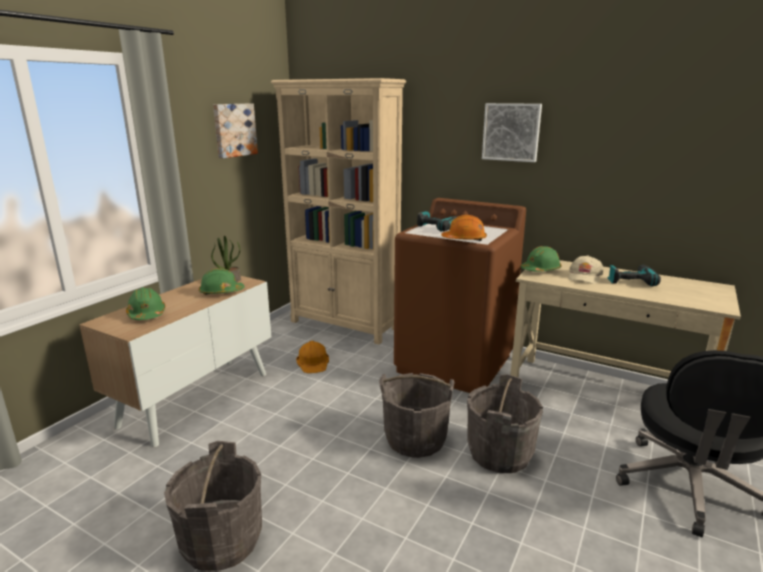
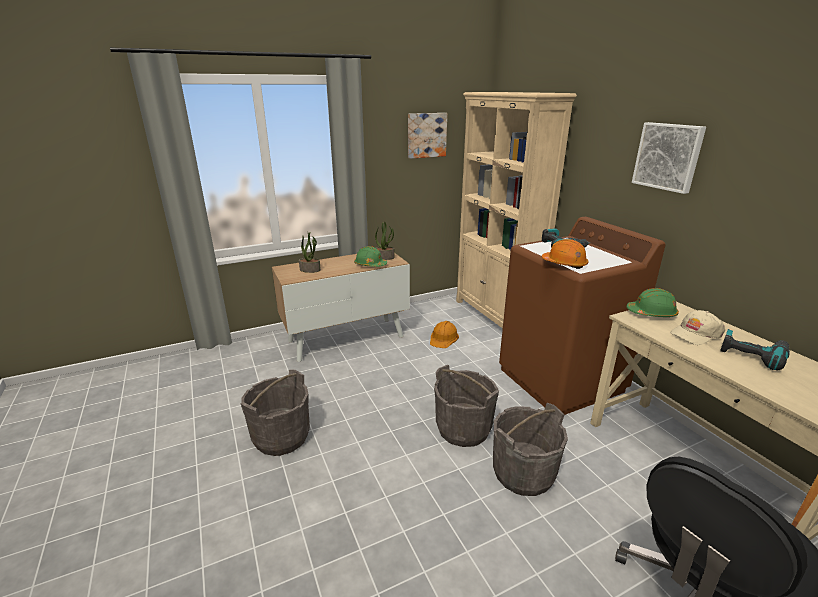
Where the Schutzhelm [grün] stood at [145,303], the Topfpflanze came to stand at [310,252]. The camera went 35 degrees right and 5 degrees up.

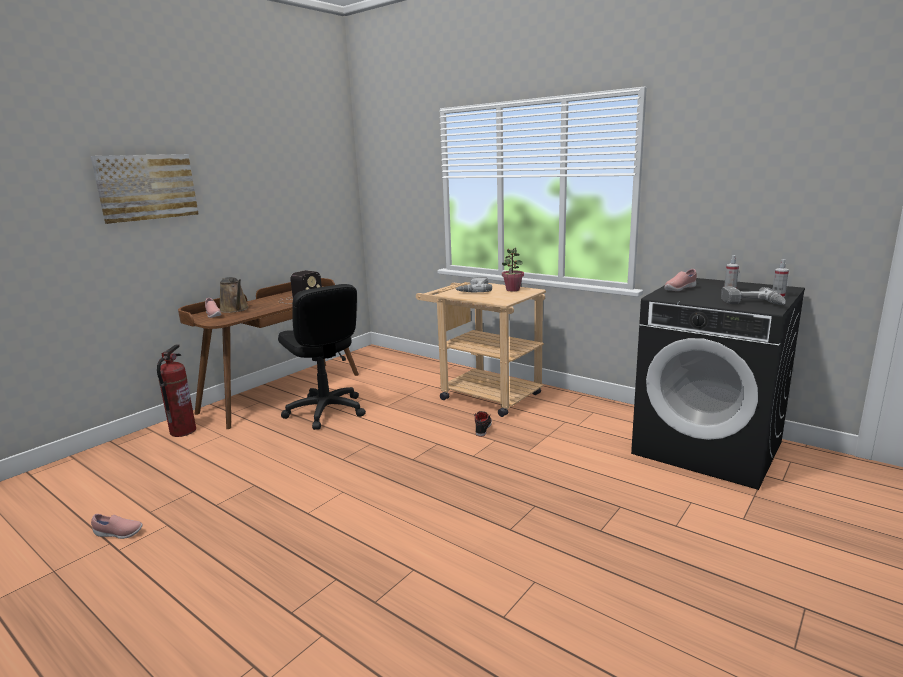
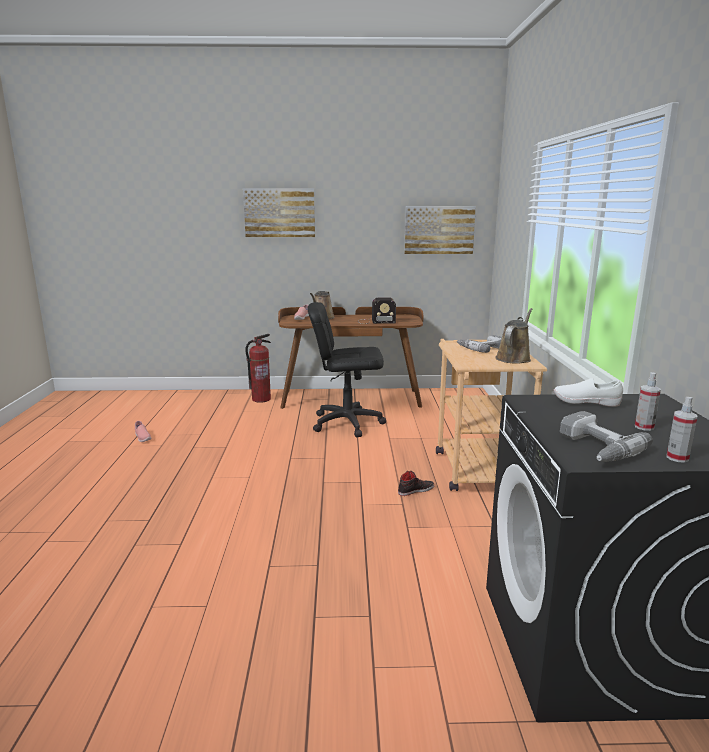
Where the Topfpflanze stood at [513,269], the Gießkanne [braun] came to stand at [514,336]. What was the Schuh [rosa] at [680,280] turned into the Schuh [weiß] at [588,392]. The Bürostuhl [schwarz] at [322,357] ended up facing another way, 75 degrees clockwise from before. The second view gained the Bild at [440,230]. The camera went 50 degrees right and 0 degrees up.

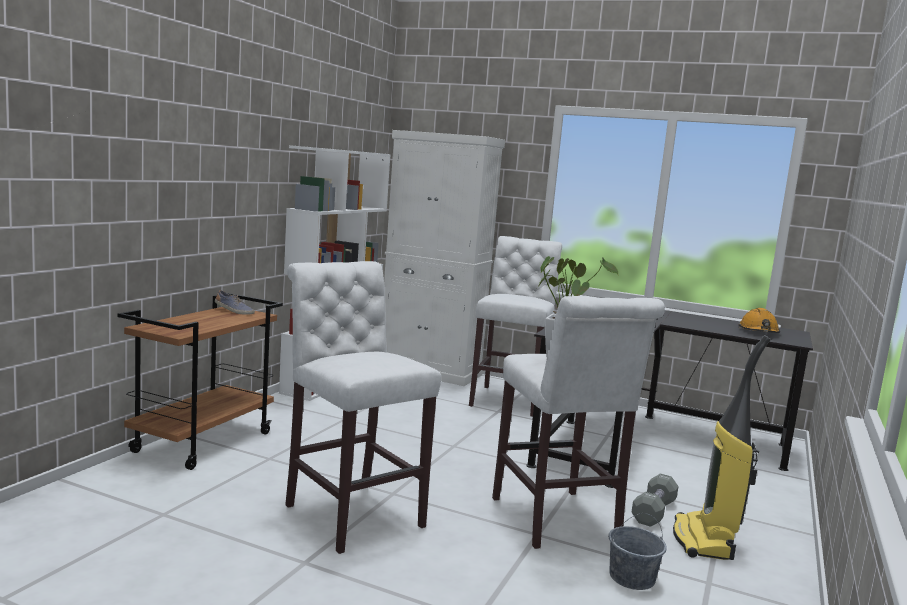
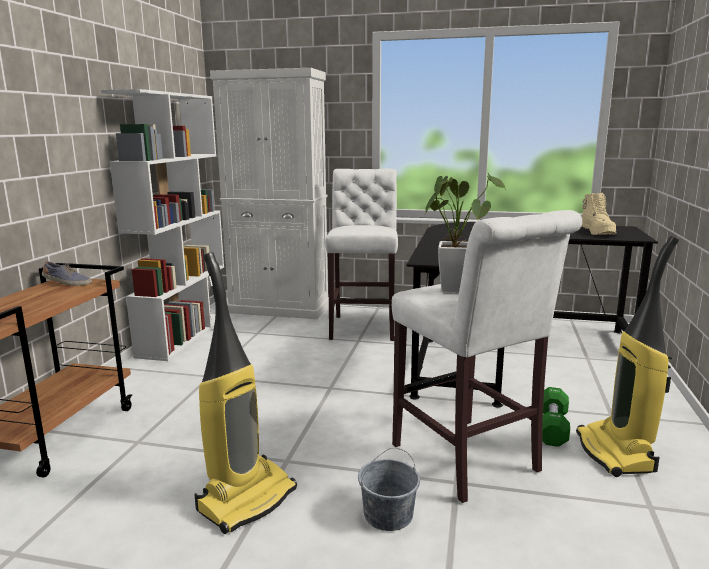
Where the Hocker [weiß] stood at [363,407], the Staubsauger came to stand at [245,393]. Where the Schutzhelm [orange] stood at [759,320], the Stiefel [beige] came to stand at [599,214]. What was the Hantel [grau] at [655,500] turned into the Hantel [grün] at [556,417]. The Eimer [grau] ended up elsewhere, having gone from [637,551] to [389,489]. The camera went 10 degrees left and 5 degrees up.

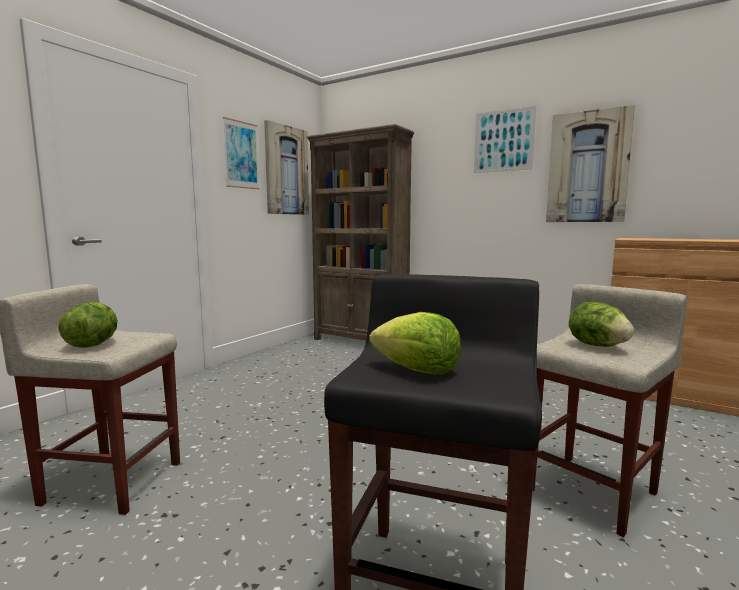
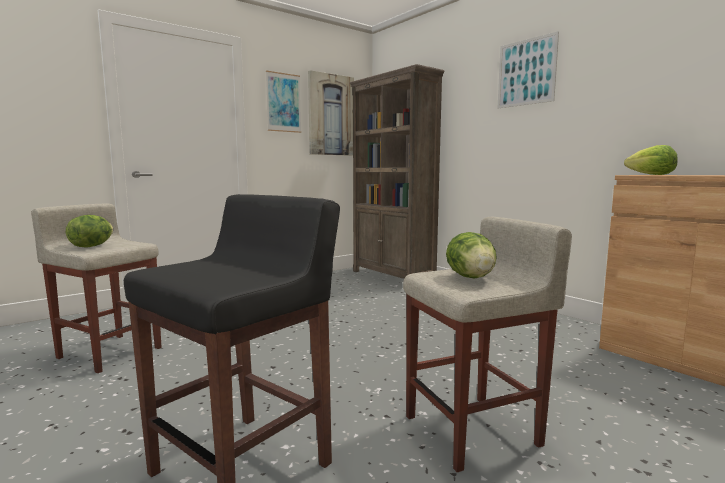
The second view lost the Bild at [590,163]. The Salatkopf ended up elsewhere, having gone from [414,343] to [651,160]. The camera went 20 degrees right and 0 degrees up.

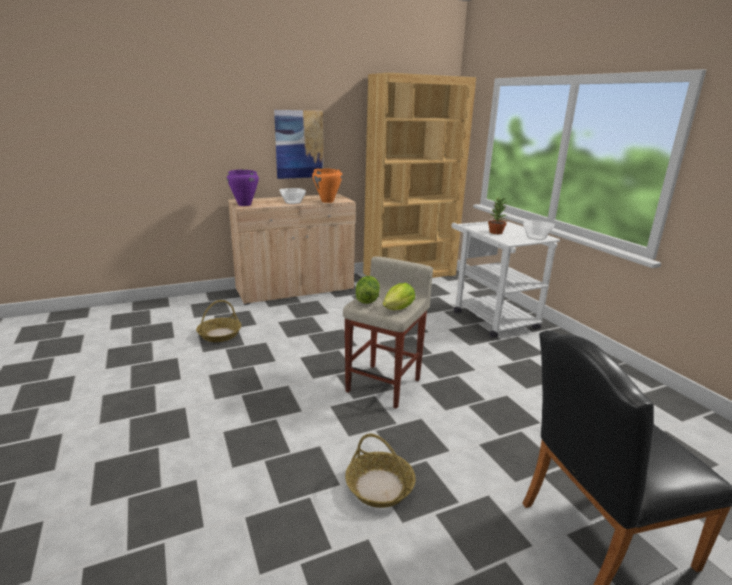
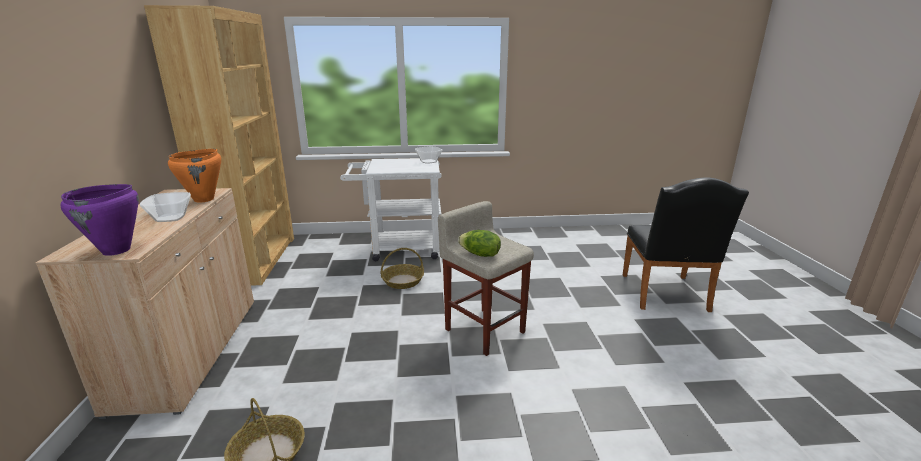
The second view lost the Bild at [298,144]. The second view lost the Topfpflanze at [498,215]. The second view lost the Salatkopf at [399,296]. The Korb ended up elsewhere, having gone from [380,471] to [402,268]. The camera went 70 degrees left and 0 degrees up.

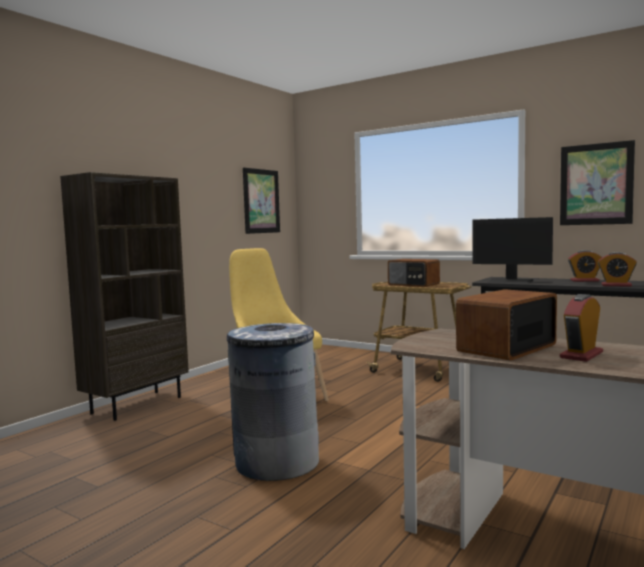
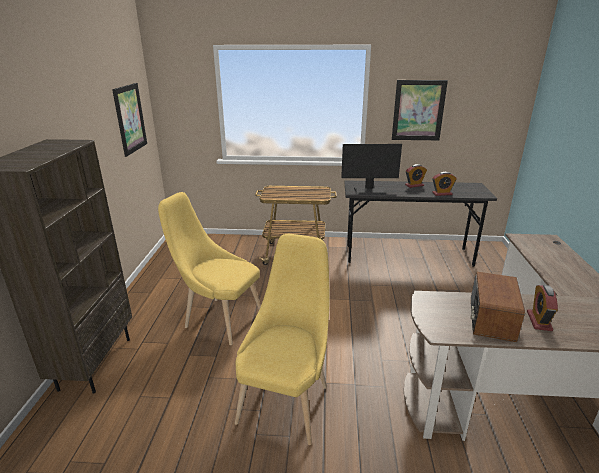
The second view lost the Radio at [414,273]. Where the Mülleimer [grau] stood at [273,402], the Stuhl [gelb] came to stand at [282,339]. The camera went 30 degrees left and 20 degrees up.

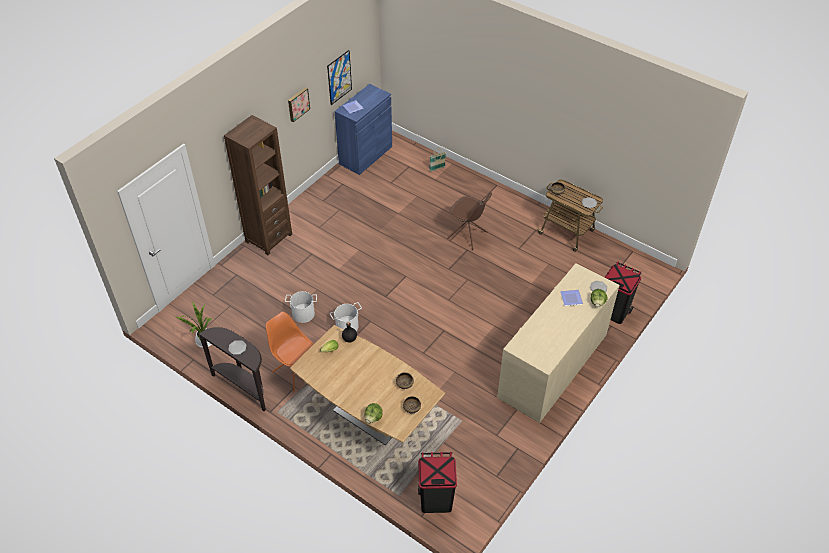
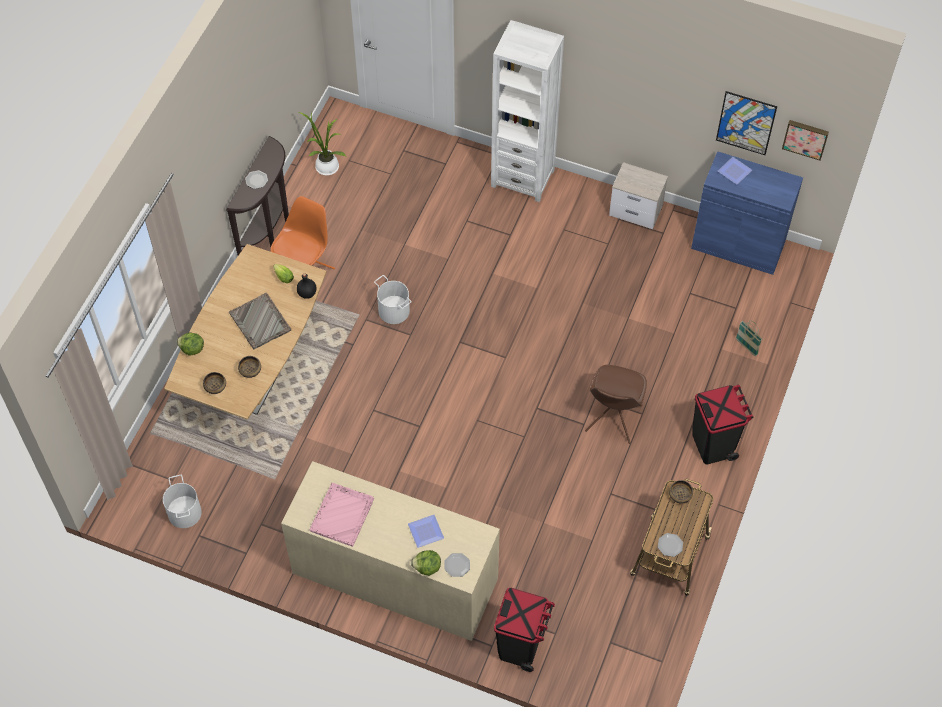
The Bild ended up elsewhere, having gone from [299,104] to [805,140]. What was the Bücherregal [braun] at [258,185] turned into the Bücherregal [weiß] at [527,111]. The Eimer [weiß] ended up elsewhere, having gone from [301,307] to [182,501]. The Mülleimer [schwarz] ended up elsewhere, having gone from [437,482] to [723,424]. The second view gained the Nachttisch at [638,195]. The second view gained the Tablett [grau] at [260,321]. The second view gained the Tablett [rosa] at [342,515]. The camera went 75 degrees right and 10 degrees up.

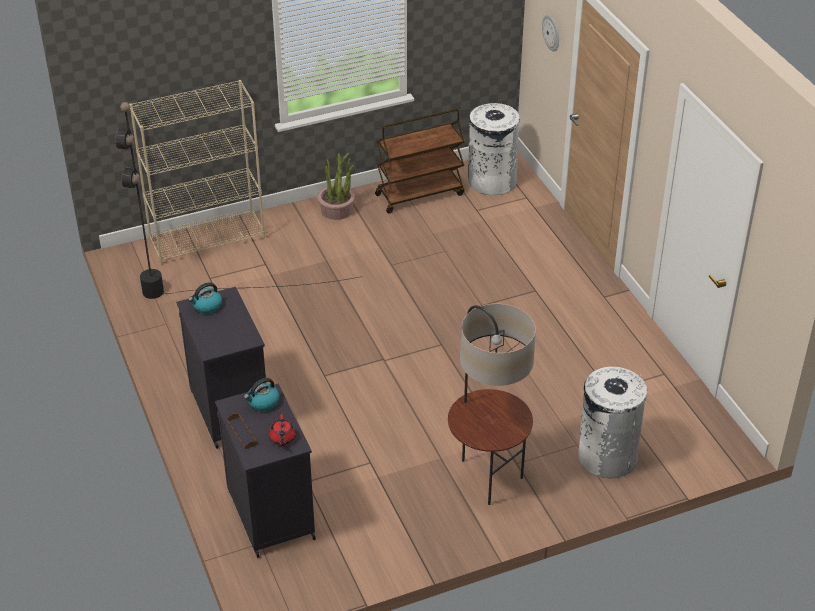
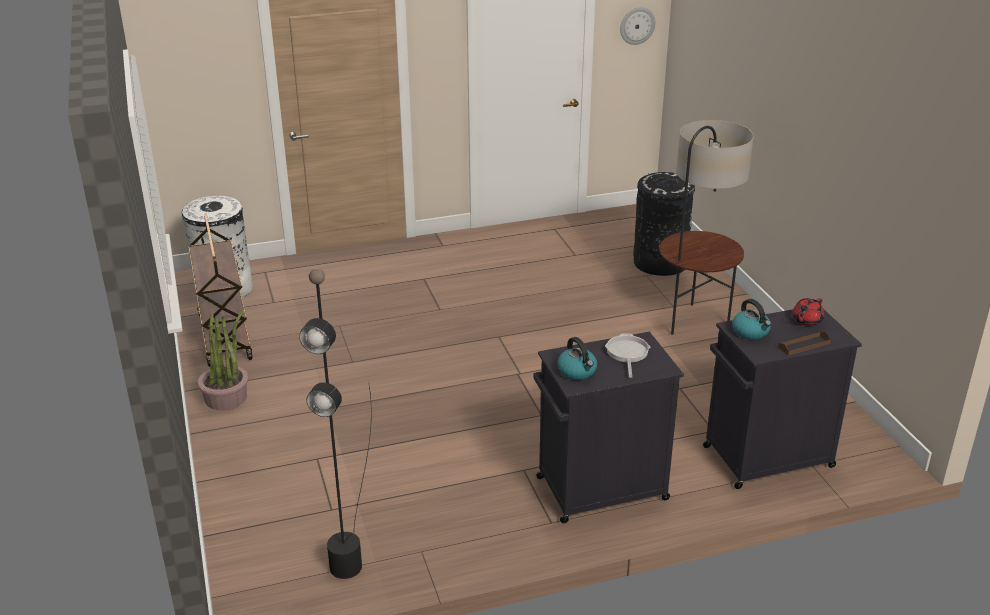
The Wanduhr ended up elsewhere, having gone from [550,33] to [637,26]. The second view lost the Bücherregal [beige] at [197,172]. What was the Mülleimer [weiß] at [612,422] turned into the Mülleimer [schwarz] at [664,224]. The Teekanne [rot] at [282,430] ended up facing another way, 135 degrees clockwise from before. The second view gained the Pfanne at [627,356]. The camera went 85 degrees left and 10 degrees down.

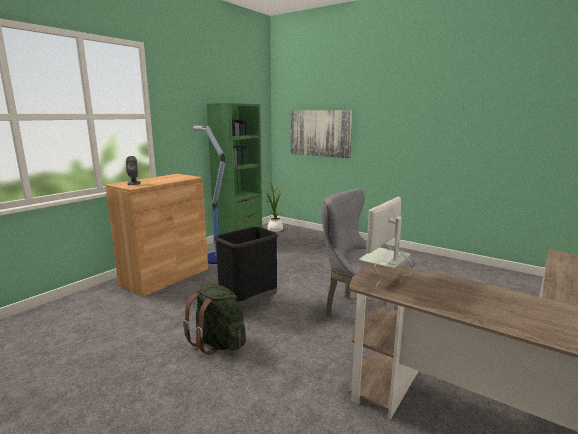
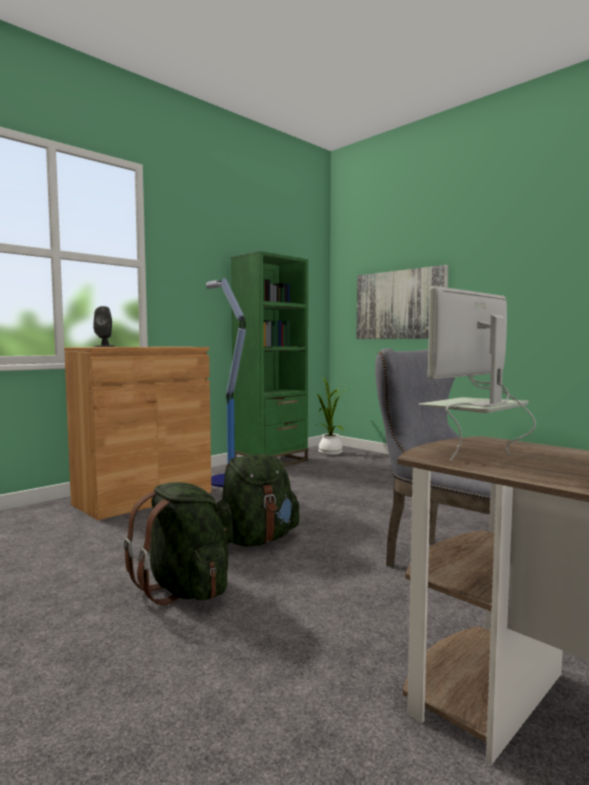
Where the Mülleimer [schwarz] stood at [246,267], the Rucksack [grün] came to stand at [258,500]. The camera went 10 degrees right and 10 degrees down.

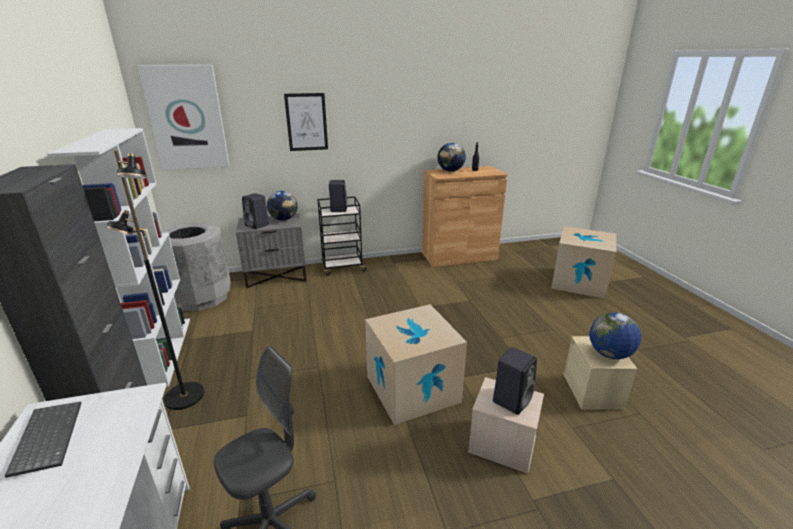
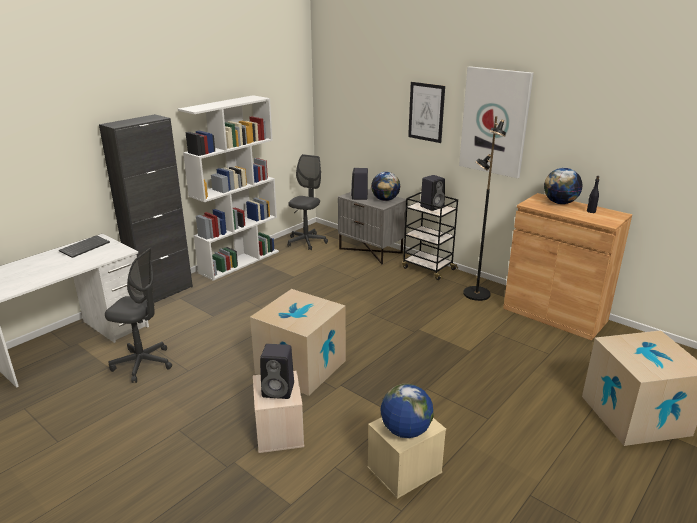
The Bild ended up elsewhere, having gone from [183,117] to [496,122]. The Stehlampe [schwarz] ended up elsewhere, having gone from [155,280] to [484,208]. Where the Mülleimer [grau] stood at [196,267], the Bürostuhl [grau] came to stand at [307,202]. The camera went 55 degrees right and 0 degrees up.

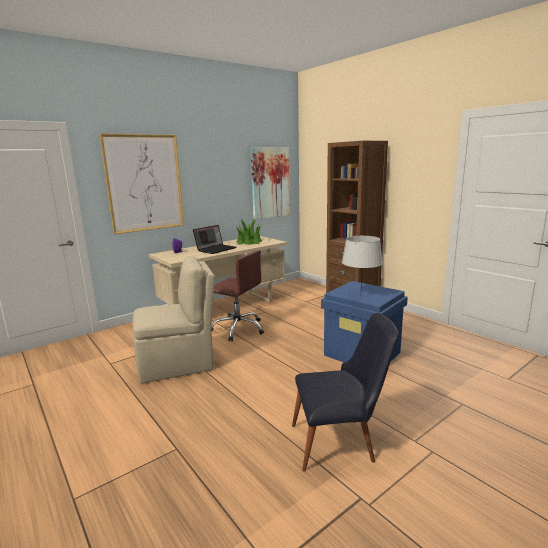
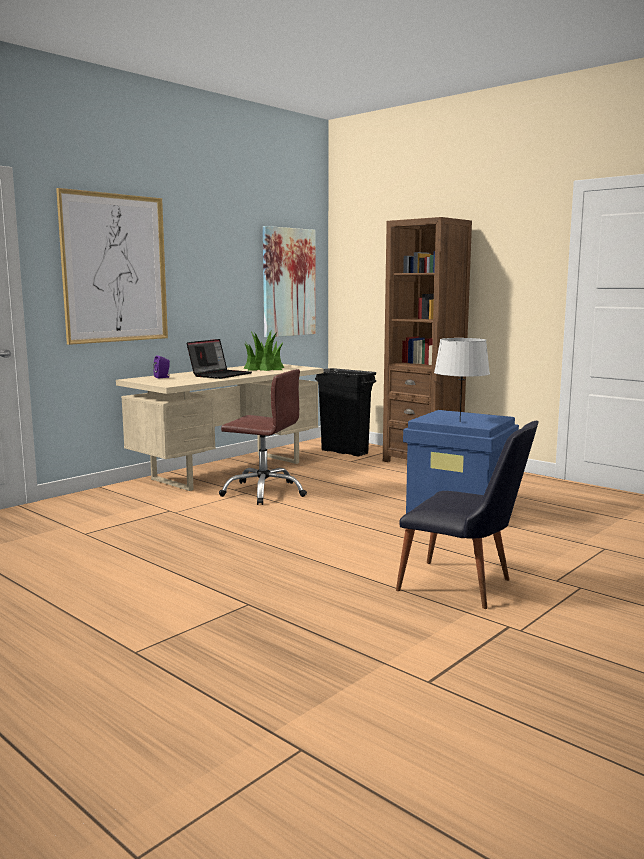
The second view lost the Stuhl [beige] at [174,320]. The Stuhl [schwarz] at [345,392] ended up facing another way, 45 degrees clockwise from before. The second view gained the Mülleimer [schwarz] at [345,412]. The camera went 10 degrees left and 5 degrees down.

